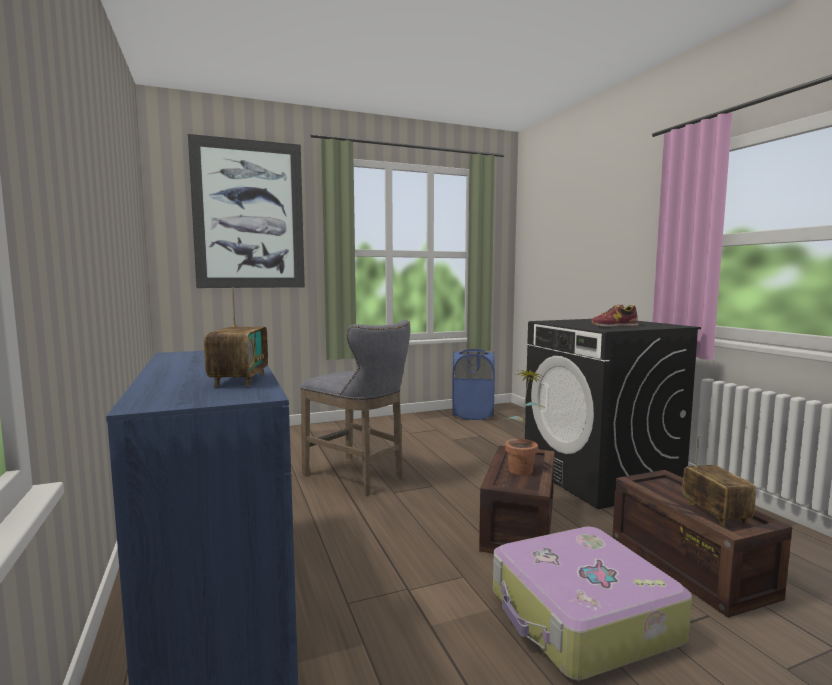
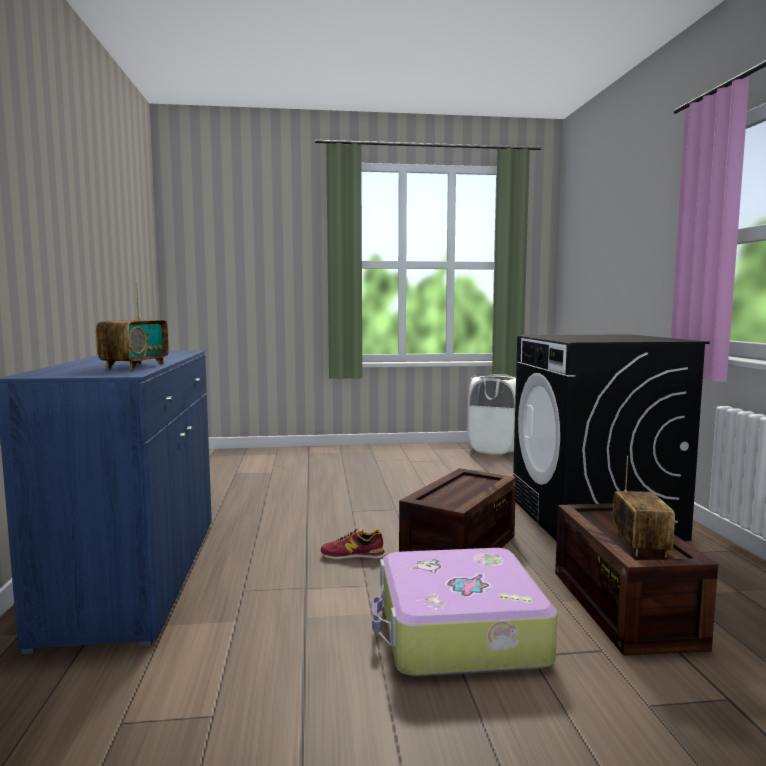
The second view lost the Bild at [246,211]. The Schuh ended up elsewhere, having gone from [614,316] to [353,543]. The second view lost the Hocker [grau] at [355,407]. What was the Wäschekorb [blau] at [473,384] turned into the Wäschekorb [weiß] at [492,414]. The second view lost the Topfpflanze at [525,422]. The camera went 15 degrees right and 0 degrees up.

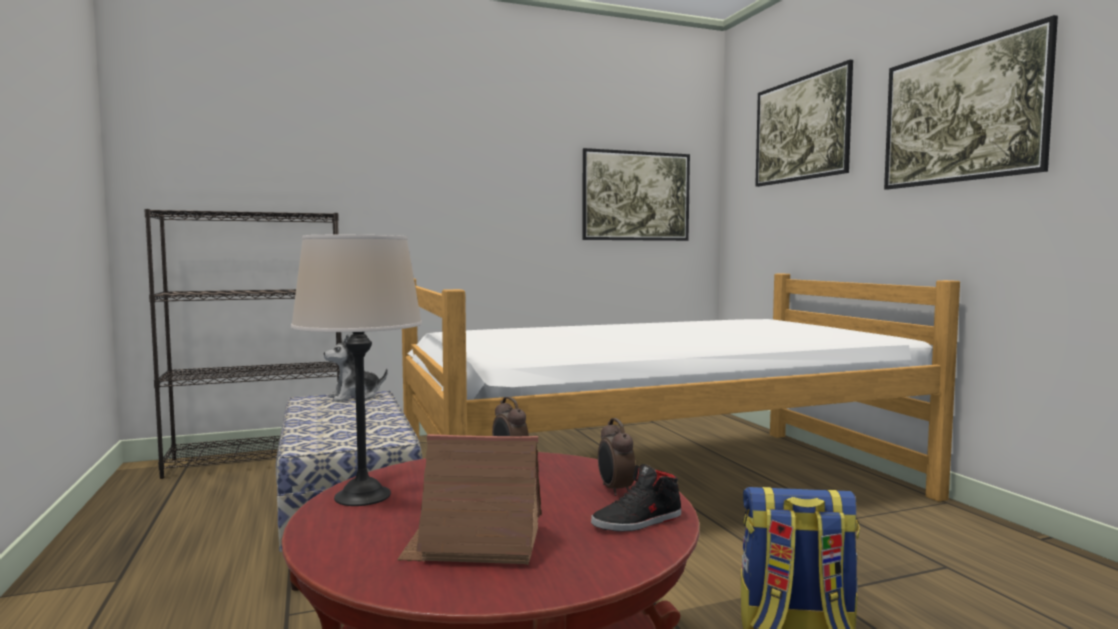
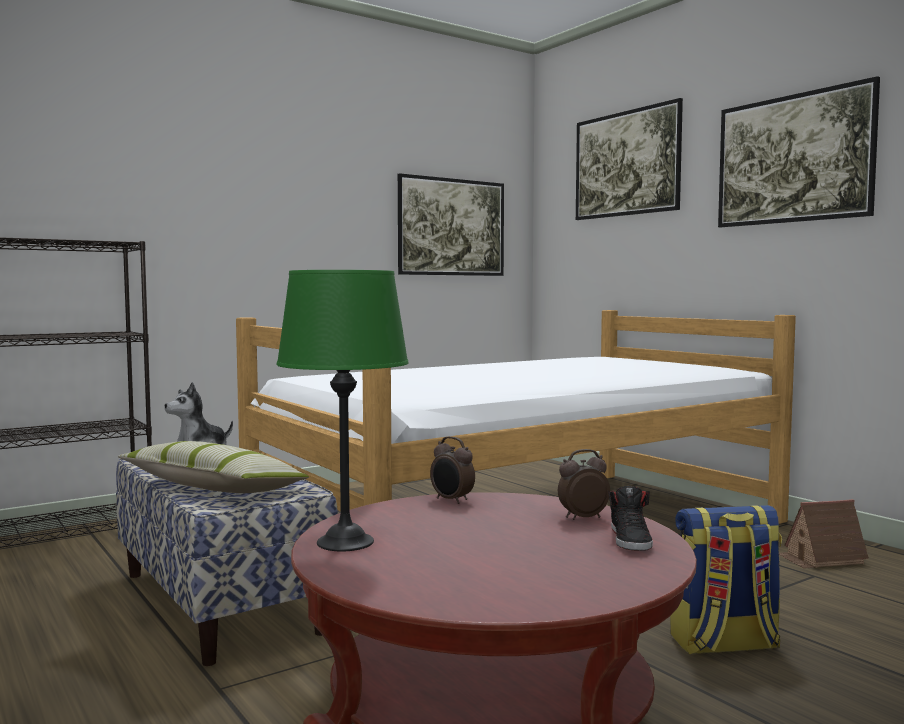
What was the Tischlampe [beige] at [356,370] turned into the Tischlampe [grün] at [342,410]. The Wecker at [617,457] ended up facing another way, 105 degrees clockwise from before. The Spielzeughaus ended up elsewhere, having gone from [469,499] to [824,533]. The Schuh [schwarz] at [636,498] ended up facing another way, 45 degrees counterclockwise from before. The second view gained the Kissen at [213,467]. The camera went 15 degrees left and 0 degrees up.

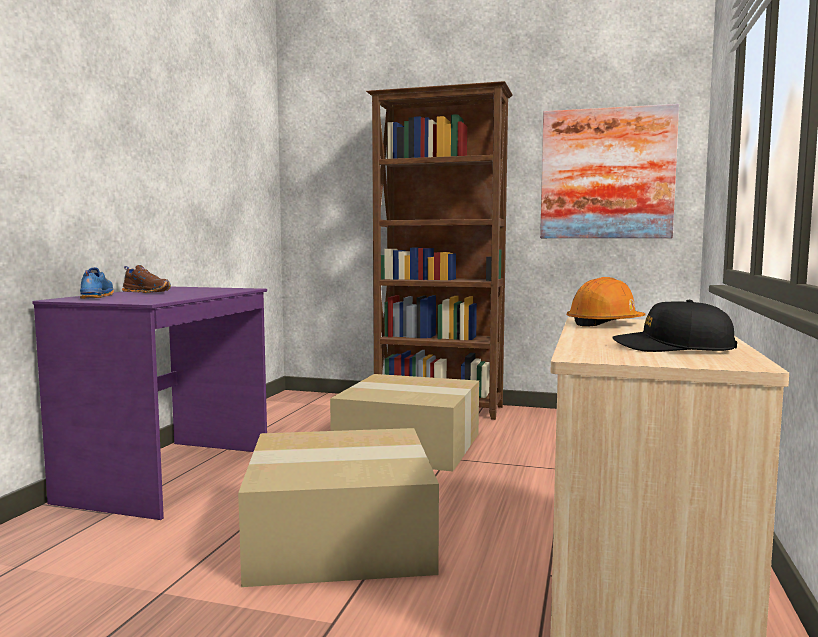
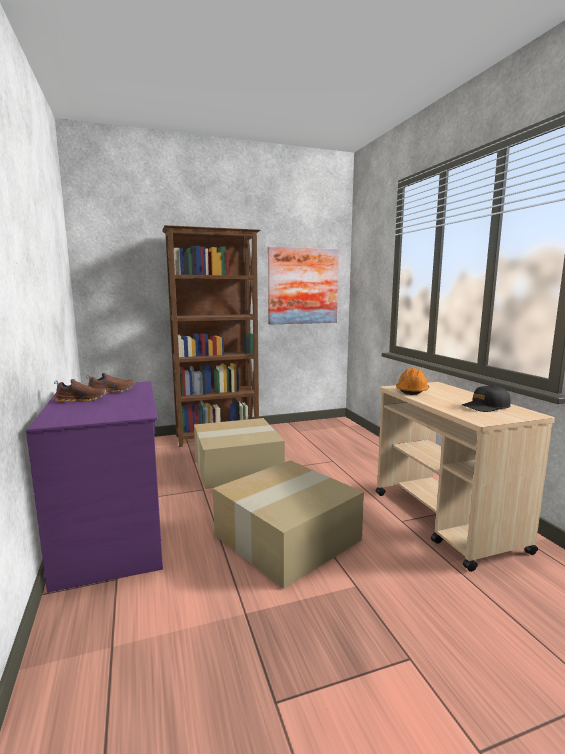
The second view lost the Schuh [blau] at [97,283]. The second view gained the Schuh [braun] at [110,383]. The camera went 35 degrees left and 5 degrees up.

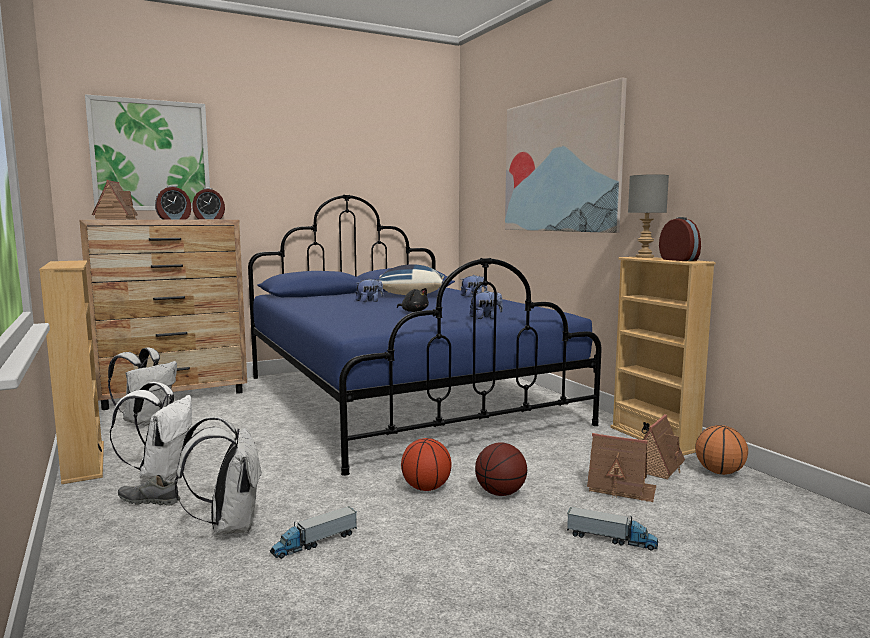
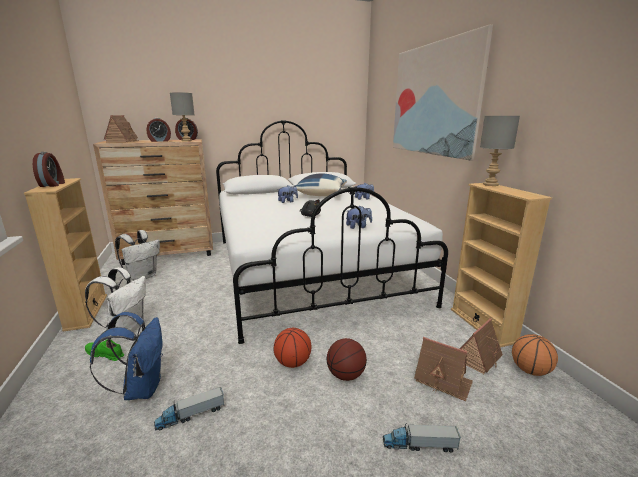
The second view lost the Bild at [147,152]. What was the Bett [blau] at [425,335] turned into the Bett [weiß] at [332,232]. The Wecker ended up elsewhere, having gone from [680,239] to [49,169]. What was the Rucksack [weiß] at [218,475] turned into the Rucksack [blau] at [126,356]. What was the Schuh [grau] at [149,490] turned into the Schuh [grün] at [104,350]. The Spielzeuglaster at [612,528] ended up facing another way, 150 degrees clockwise from before. The second view gained the Tischlampe [grau] at [182,116]. The camera went 10 degrees right and 10 degrees up.

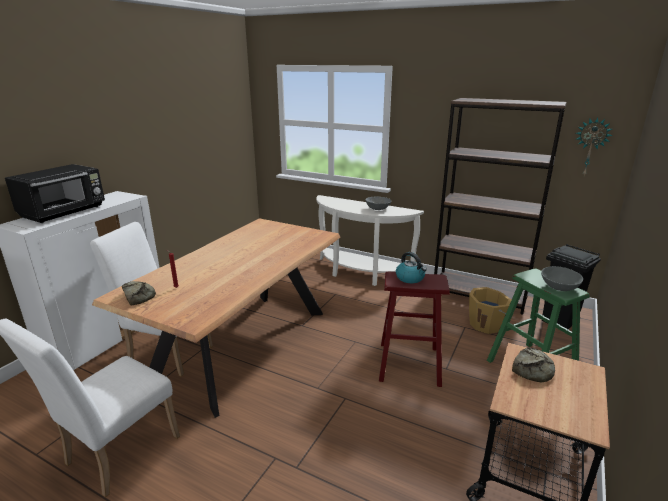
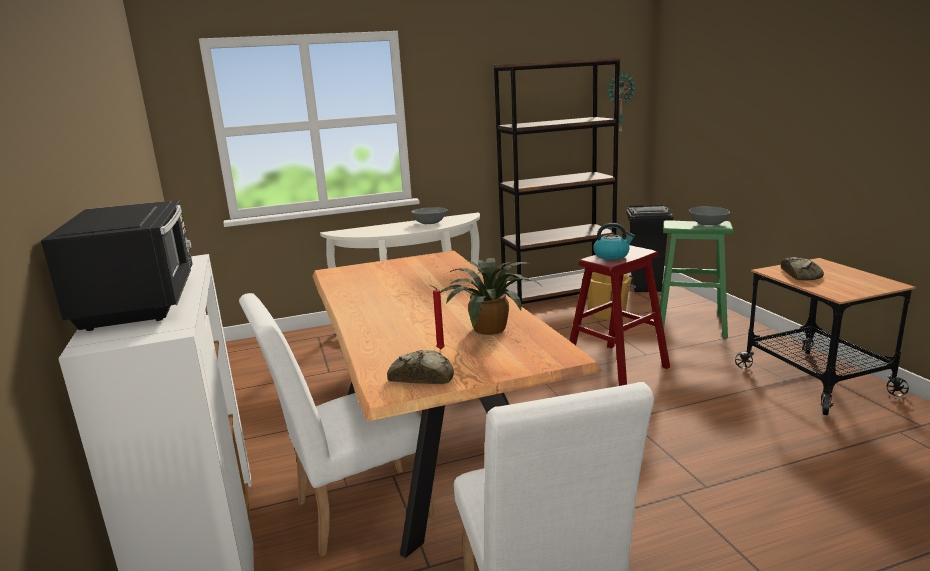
The second view gained the Topfpflanze at [487,296]. The camera went 45 degrees left and 5 degrees down.

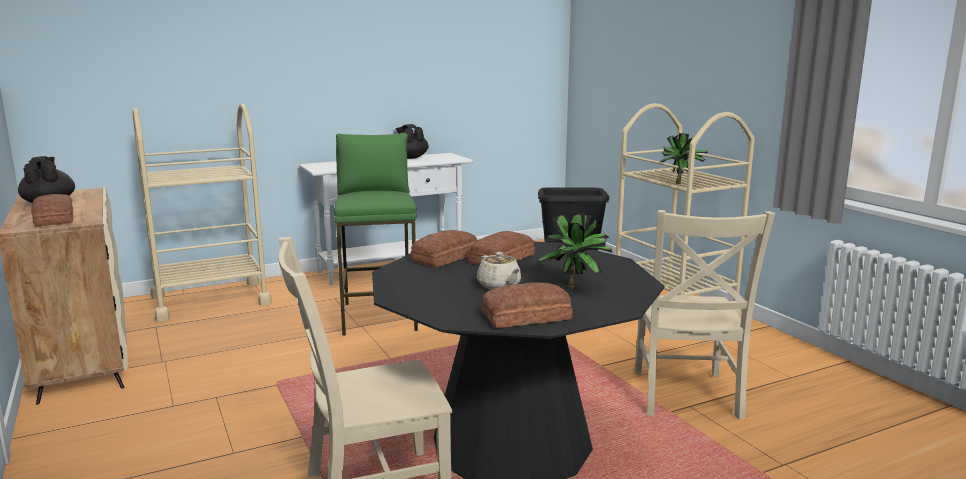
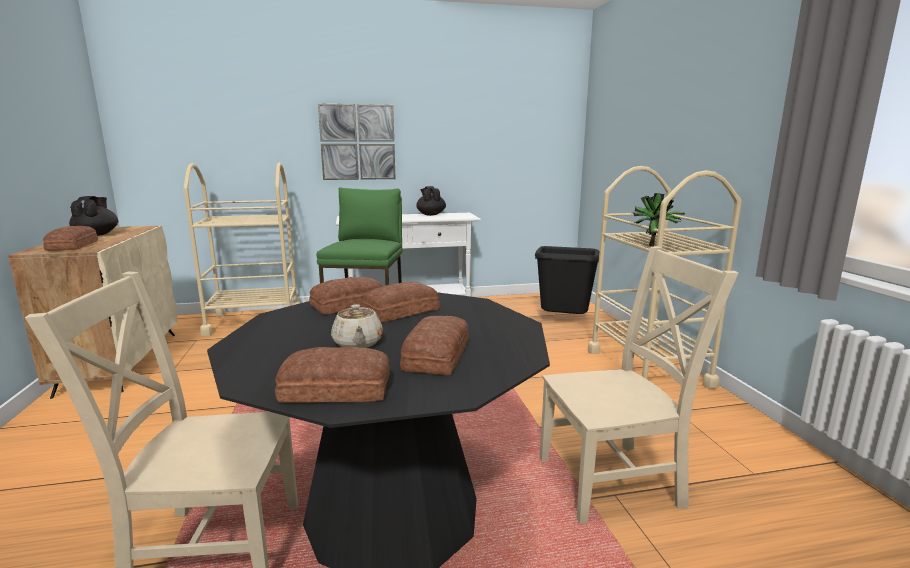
The Stuhl [beige] at [704,315] ended up facing another way, 120 degrees counterclockwise from before. Where the Topfpflanze stood at [575,251], the Brot came to stand at [434,345]. The second view gained the Bild at [357,142]. The camera went 15 degrees right and 0 degrees up.

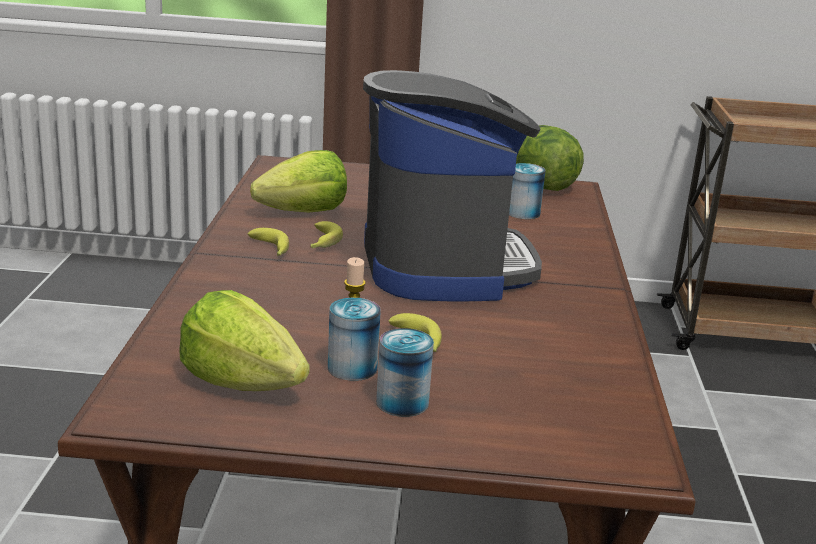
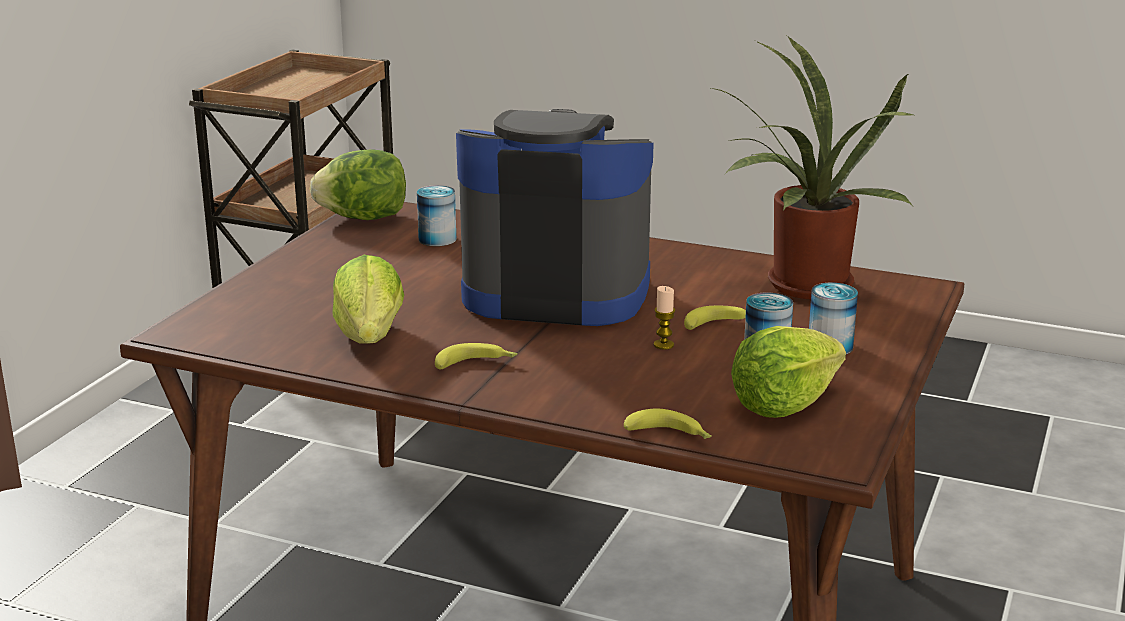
The Banane ended up elsewhere, having gone from [327,234] to [668,424]. The second view gained the Topfpflanze at [813,167]. The camera went 70 degrees left and 0 degrees up.

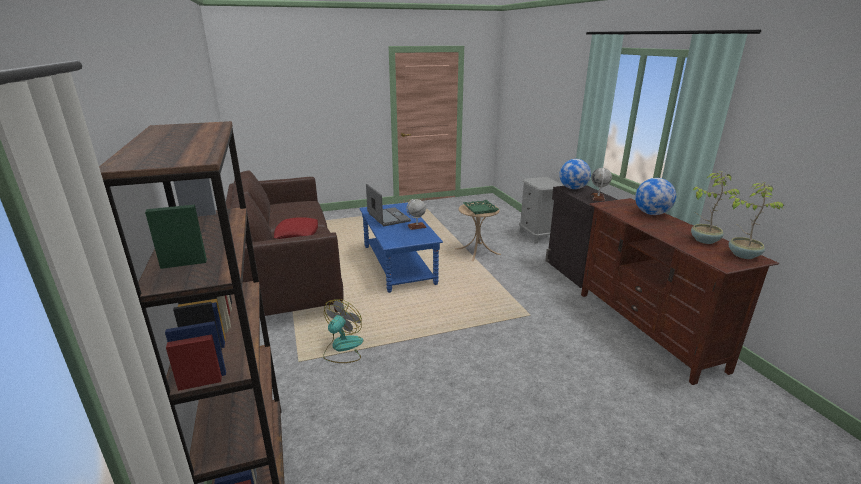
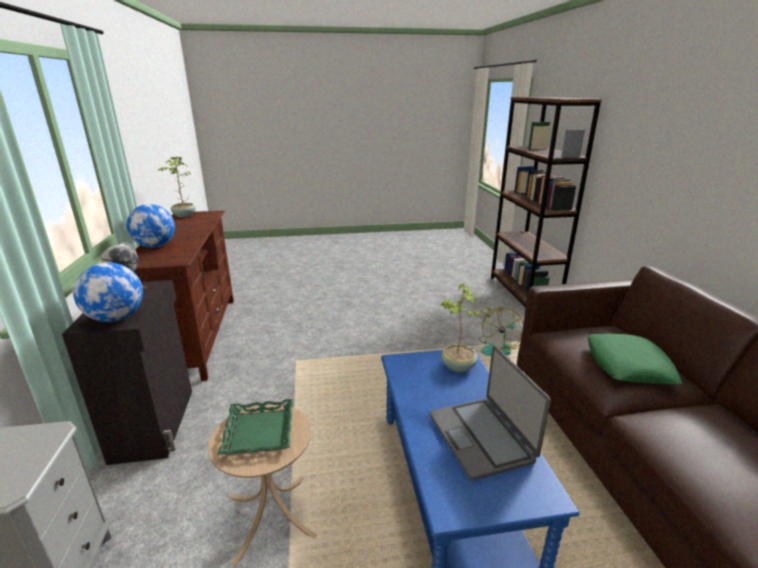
The Topfpflanze ended up elsewhere, having gone from [715,208] to [468,328]. The second view lost the Globus at [416,214]. What was the Kissen [rot] at [296,228] turned into the Kissen [grün] at [635,359]. The camera went 170 degrees left and 0 degrees up.

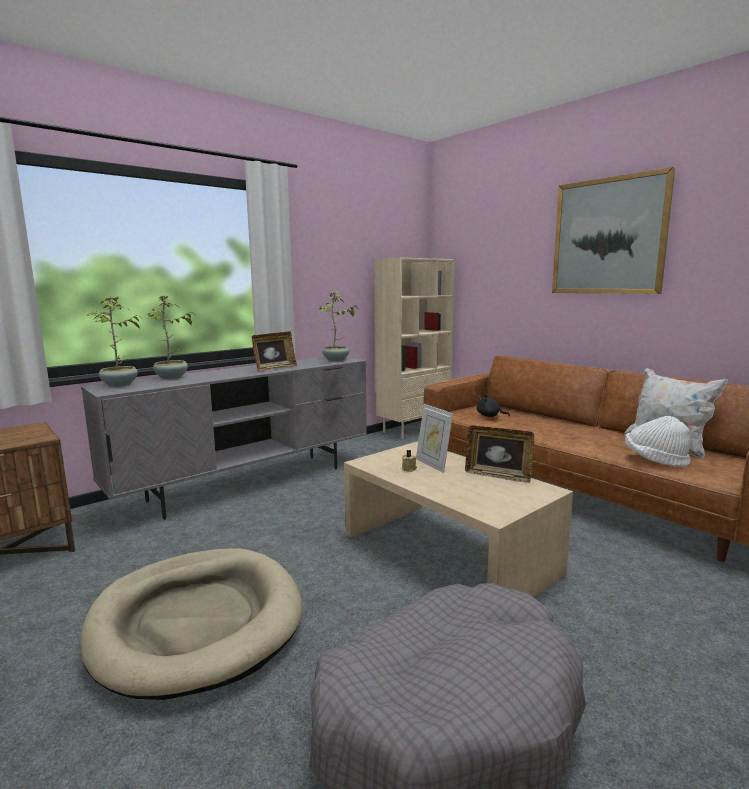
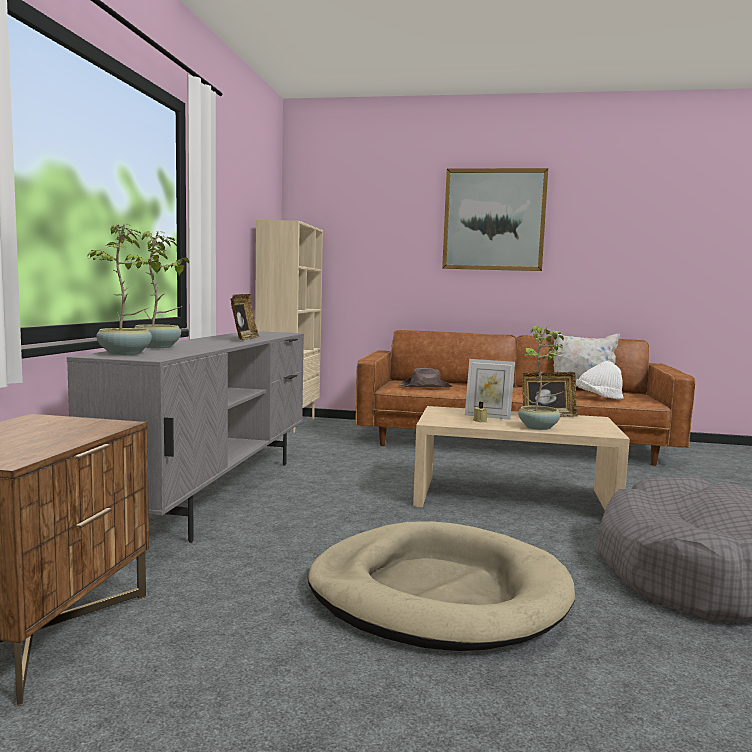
The Topfpflanze ended up elsewhere, having gone from [338,326] to [541,378]. Where the Plüschtier [schwarz] stood at [493,405], the Hut [braun] came to stand at [426,378]. The camera went 40 degrees left and 5 degrees down.

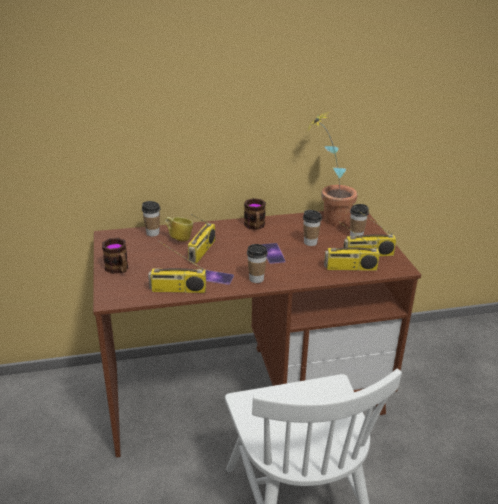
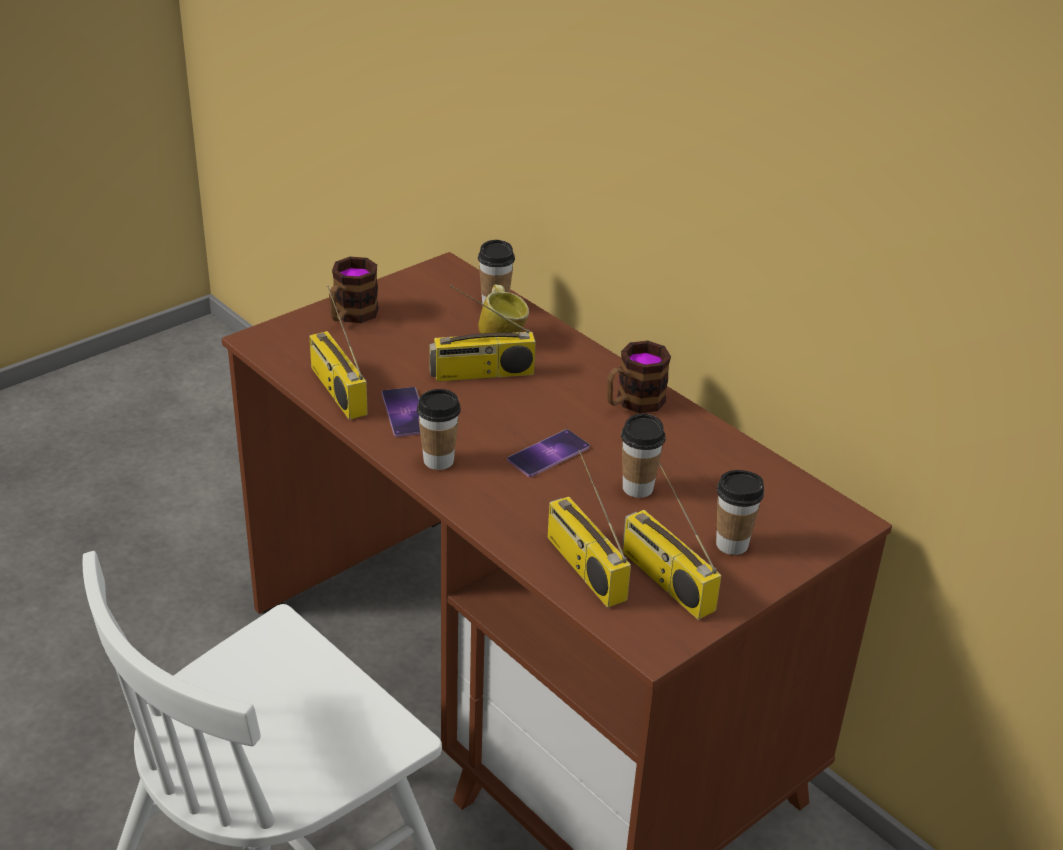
The second view lost the Topfpflanze at [332,168]. The camera went 60 degrees right and 5 degrees up.

